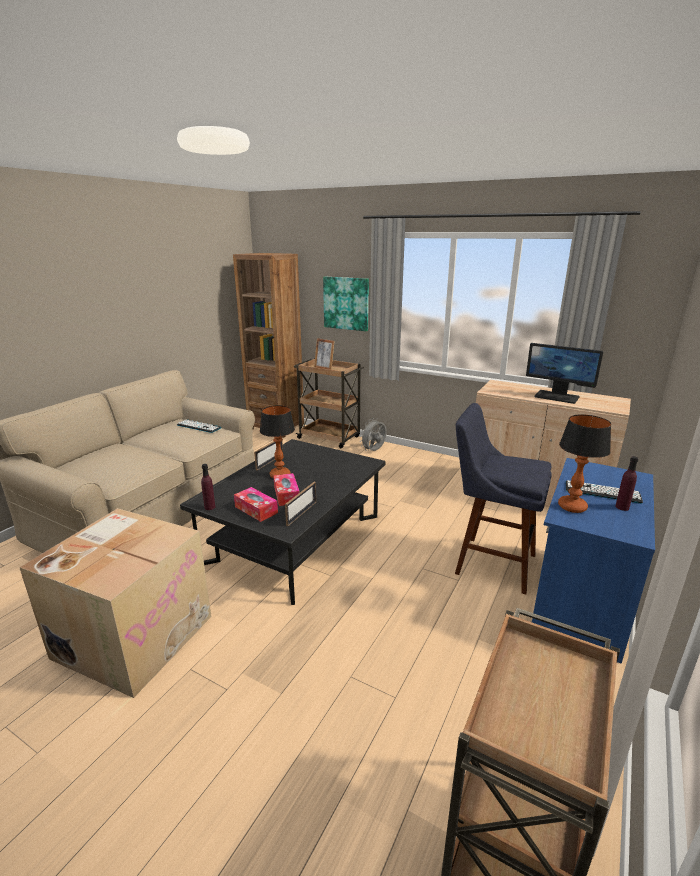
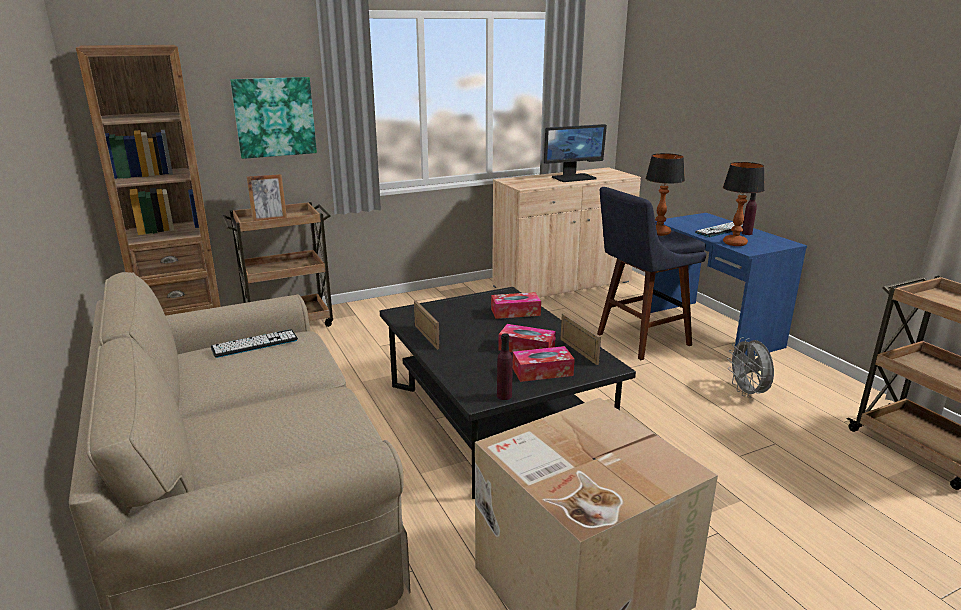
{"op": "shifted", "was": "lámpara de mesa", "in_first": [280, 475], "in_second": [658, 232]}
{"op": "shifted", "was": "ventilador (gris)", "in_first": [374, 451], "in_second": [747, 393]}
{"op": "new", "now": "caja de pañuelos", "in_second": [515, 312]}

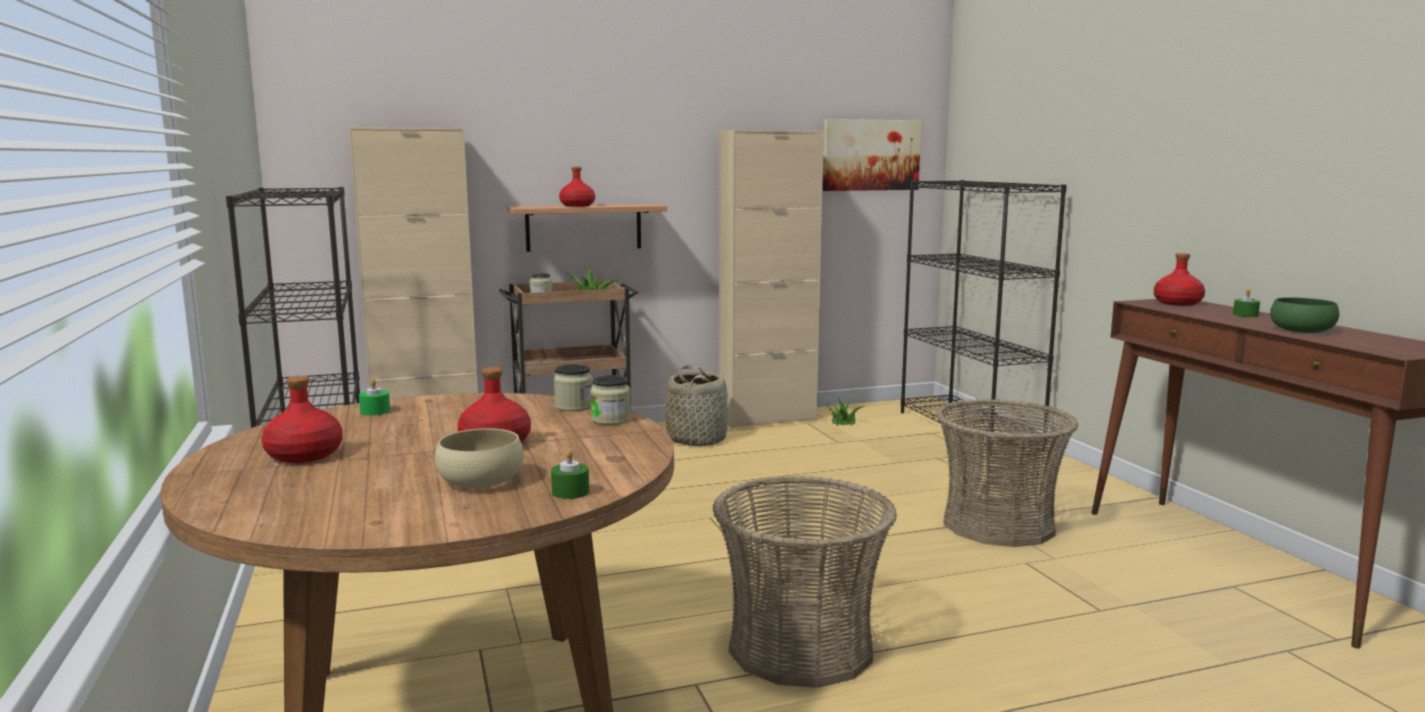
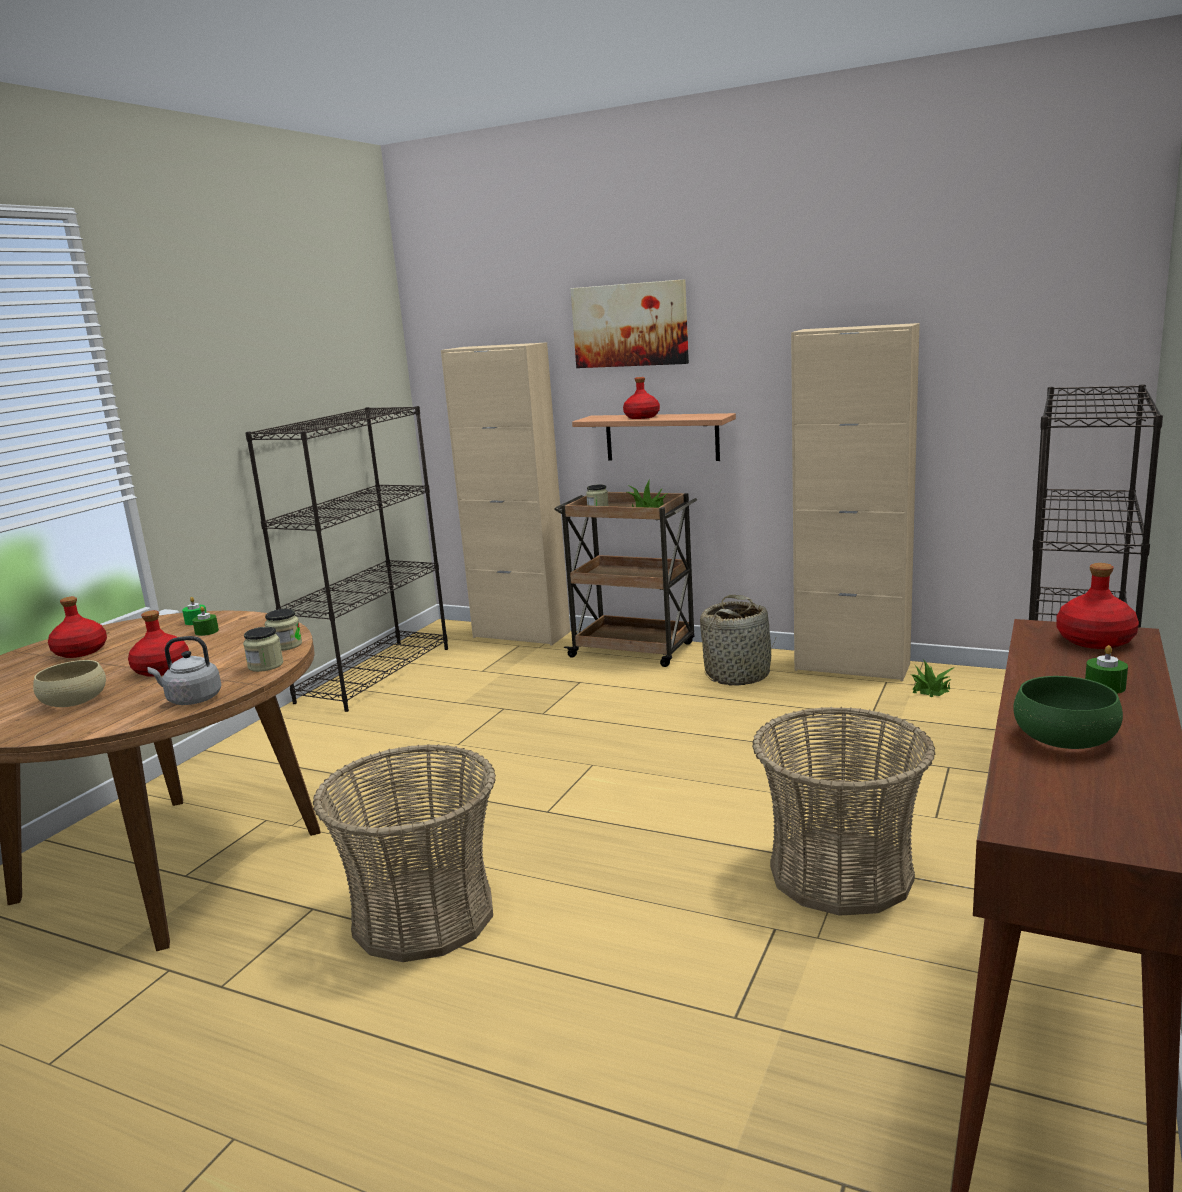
{"op": "shifted", "was": "cuadro", "in_first": [870, 155], "in_second": [630, 325]}
{"op": "shifted", "was": "vela (verde)", "in_first": [570, 492], "in_second": [207, 632]}
{"op": "new", "now": "hervidor (gris)", "in_second": [191, 699]}

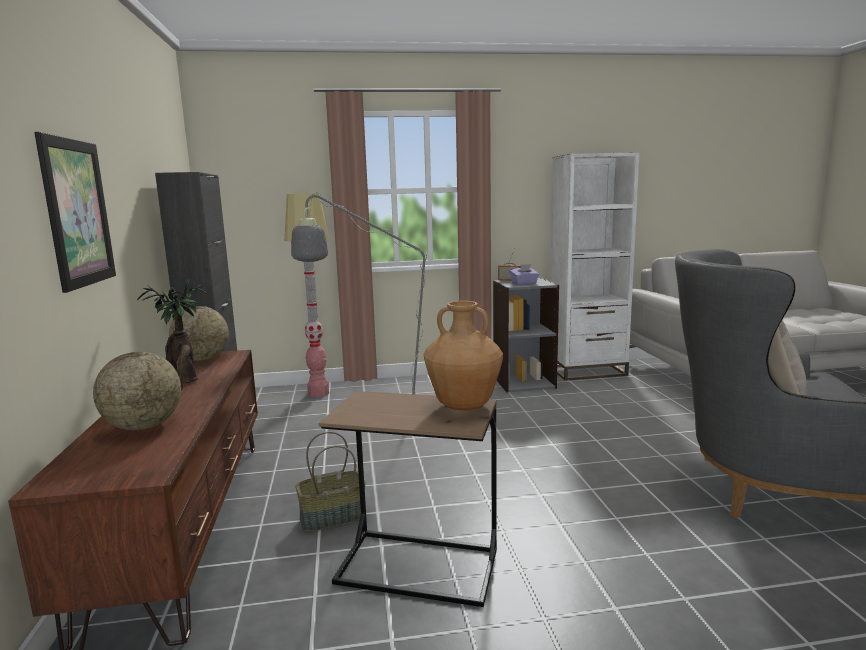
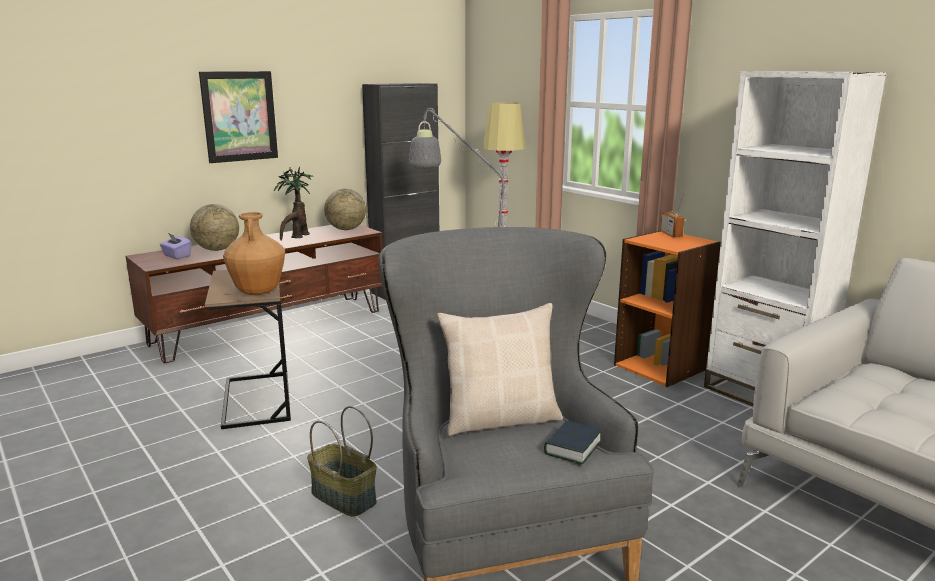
{"op": "shifted", "was": "caja de pañuelos (morado)", "in_first": [524, 283], "in_second": [176, 256]}
{"op": "repainted", "was": "estantería (gris)", "now": "estantería (naranja)", "in_first": [523, 382], "in_second": [660, 367]}
{"op": "shifted", "was": "cesta", "in_first": [332, 518], "in_second": [342, 497]}
{"op": "new", "now": "libro", "in_second": [572, 448]}

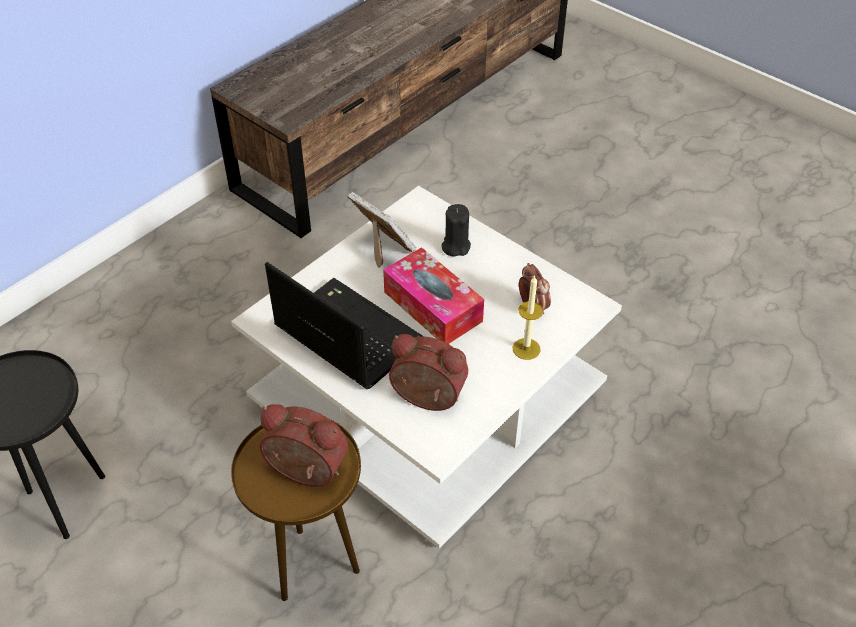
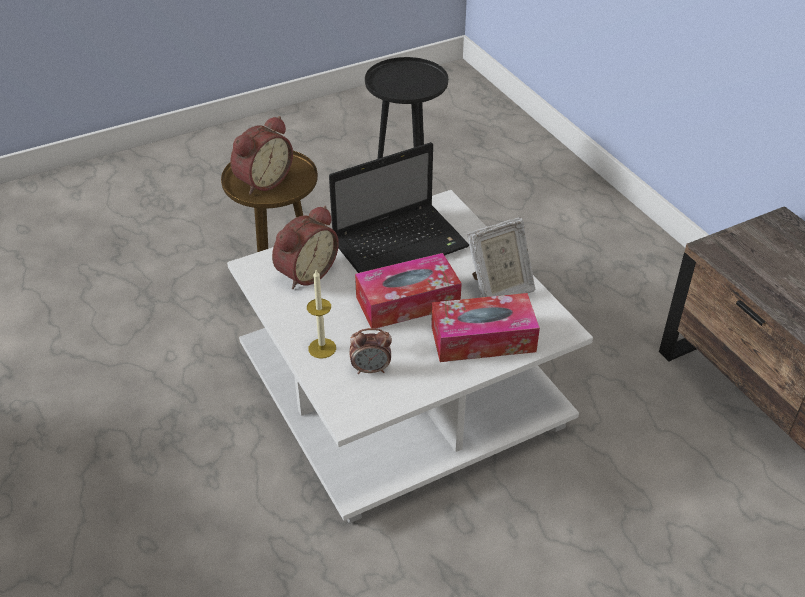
{"op": "swapped", "was": "vela (negro)", "now": "caja de pañuelos", "in_first": [455, 246], "in_second": [483, 339]}

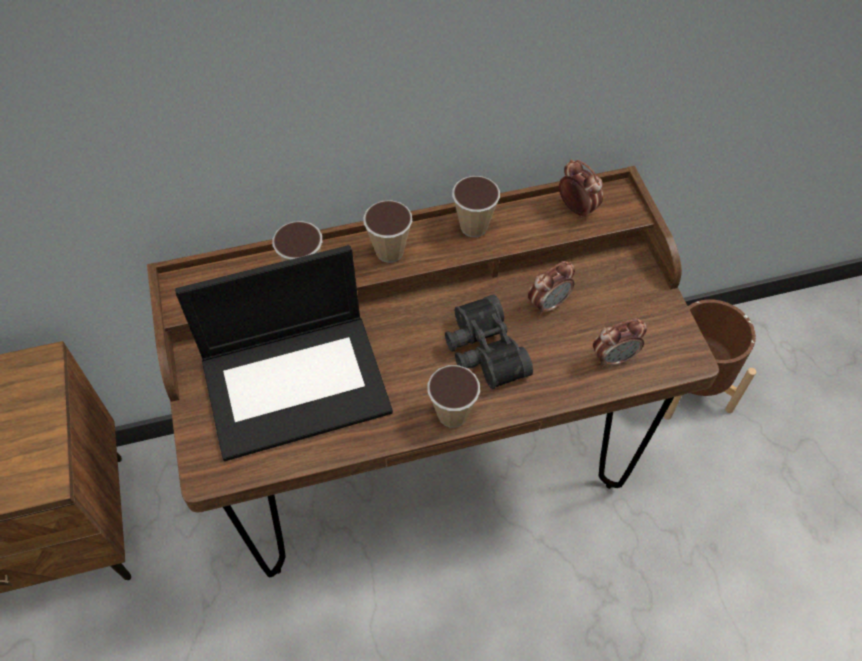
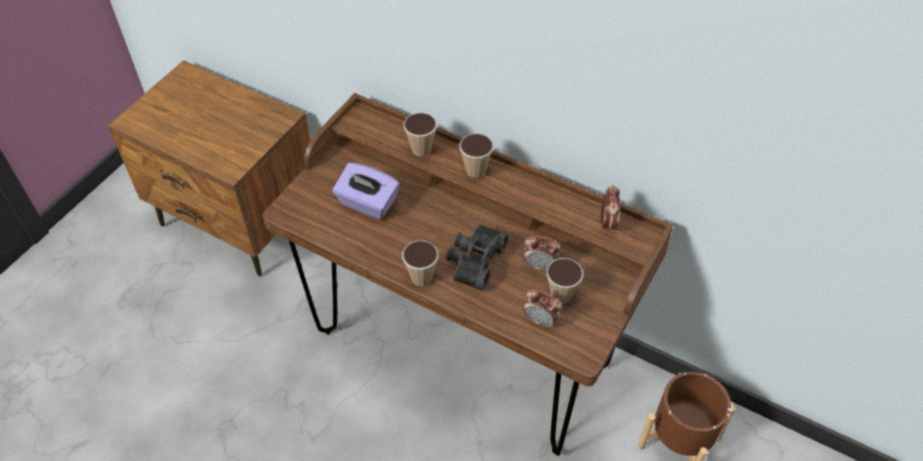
{"op": "shifted", "was": "taza", "in_first": [474, 227], "in_second": [561, 295]}
{"op": "swapped", "was": "portátil", "now": "caja de pañuelos (morado)", "in_first": [297, 383], "in_second": [367, 203]}

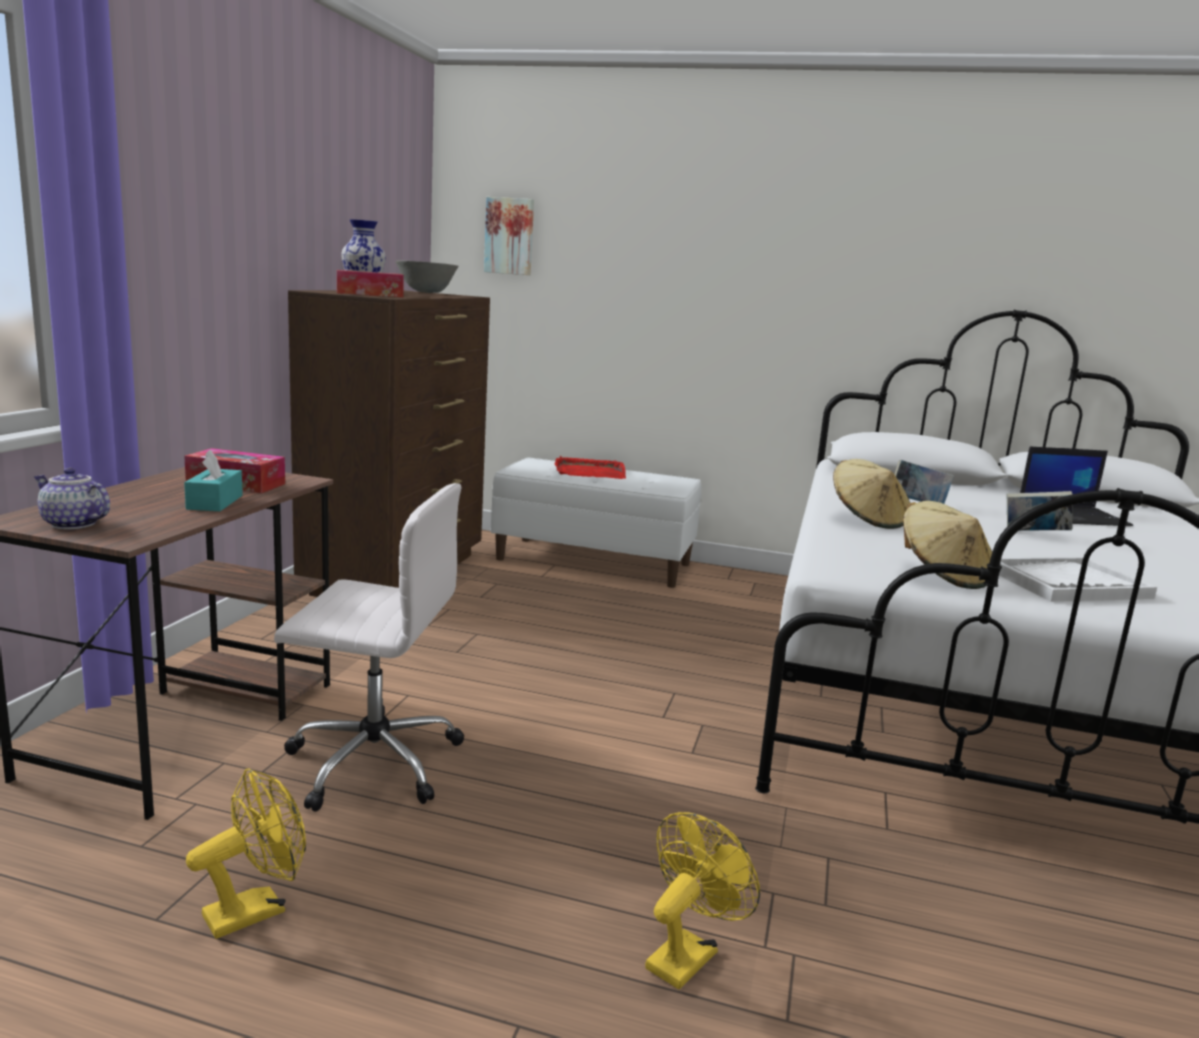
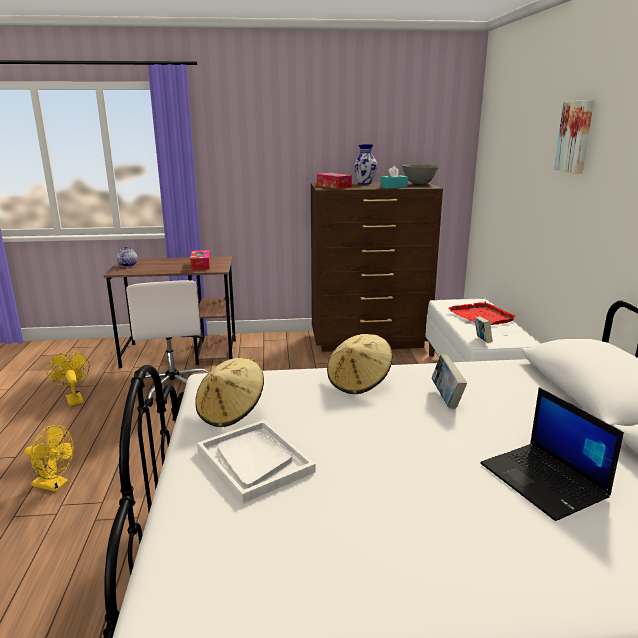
{"op": "shifted", "was": "cuadro", "in_first": [509, 236], "in_second": [576, 137]}
{"op": "shifted", "was": "caja de pañuelos (turquesa)", "in_first": [215, 502], "in_second": [393, 187]}
{"op": "shifted", "was": "libro", "in_first": [1034, 534], "in_second": [482, 341]}
{"op": "rotated", "was": "ventilador (amarillo)", "in_first": [256, 909], "in_second": [73, 398], "clockwise": -150}

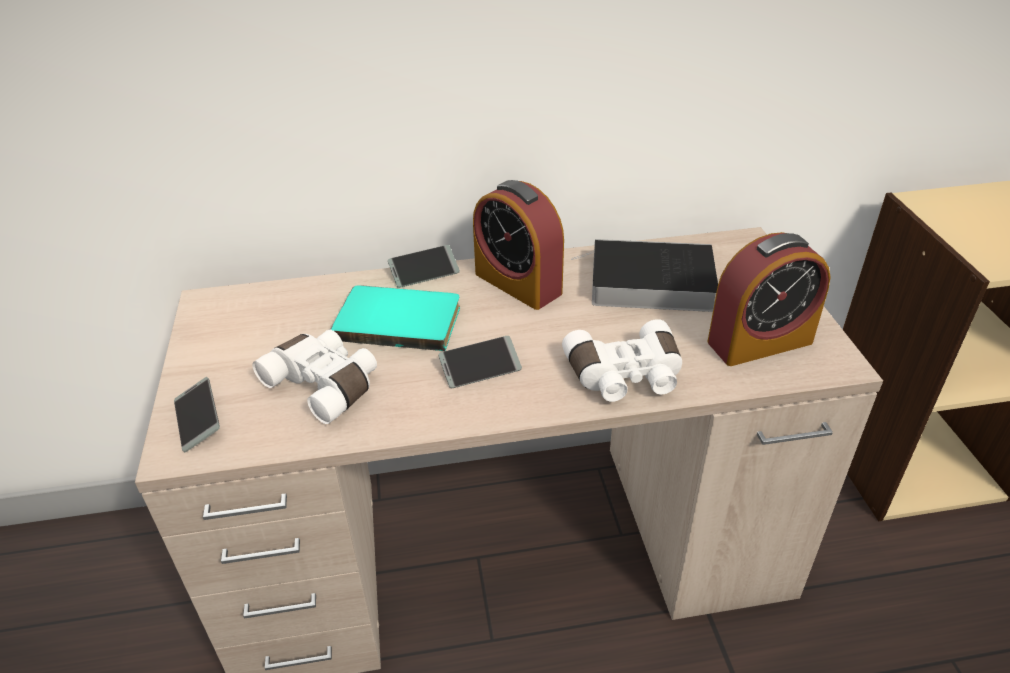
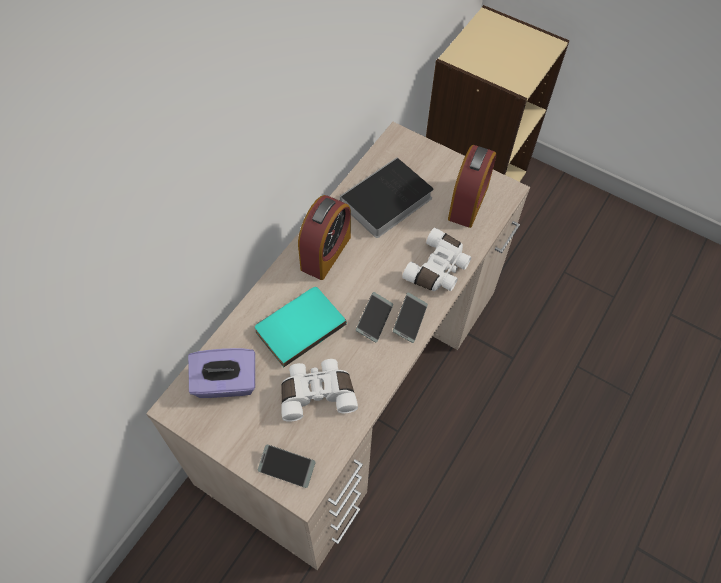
{"op": "rotated", "was": "despertador", "in_first": [518, 283], "in_second": [325, 253], "clockwise": -60}
{"op": "shifted", "was": "móvil", "in_first": [424, 272], "in_second": [410, 320]}
{"op": "new", "now": "caja de pañuelos (morado)", "in_second": [226, 383]}

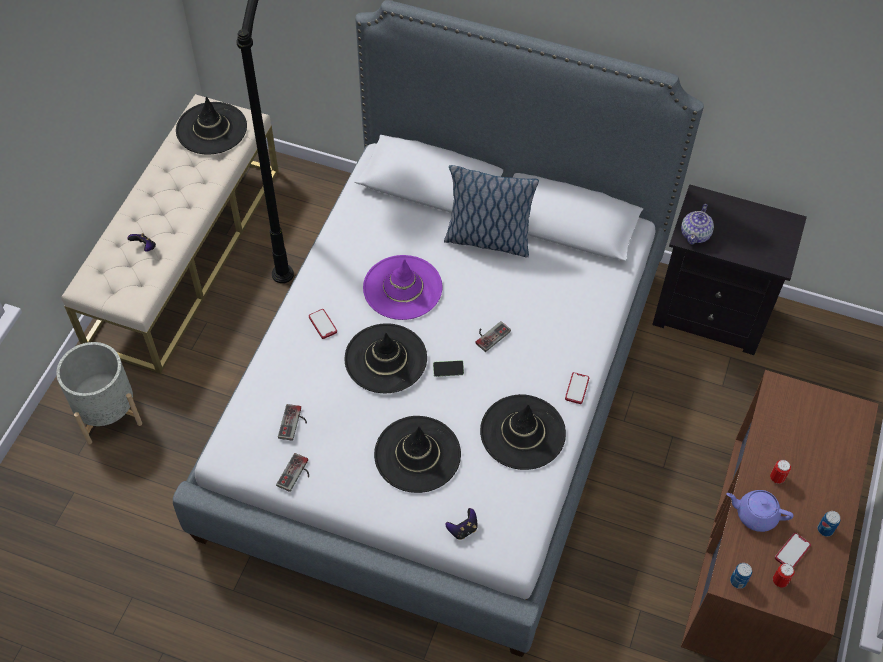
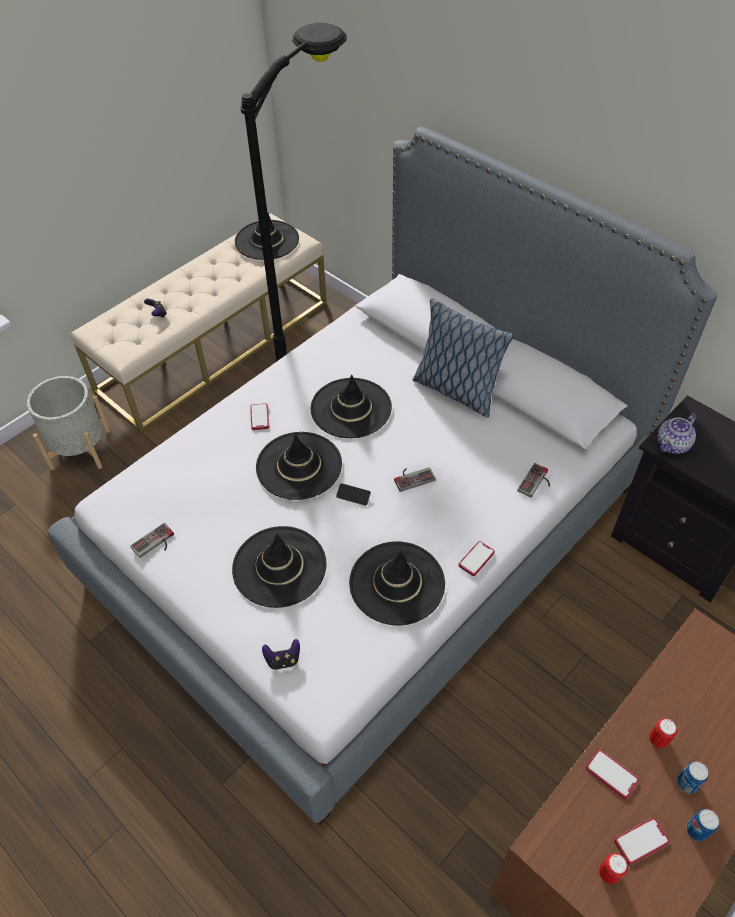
{"op": "repainted", "was": "sombrero (morado)", "now": "sombrero (negro)", "in_first": [402, 287], "in_second": [351, 408]}
{"op": "shifted", "was": "mando de consola", "in_first": [294, 423], "in_second": [537, 483]}
{"op": "swapped", "was": "tetera (morado)", "now": "móvil", "in_first": [755, 515], "in_second": [611, 774]}
{"op": "shifted", "was": "lata", "in_first": [738, 581], "in_second": [687, 783]}

